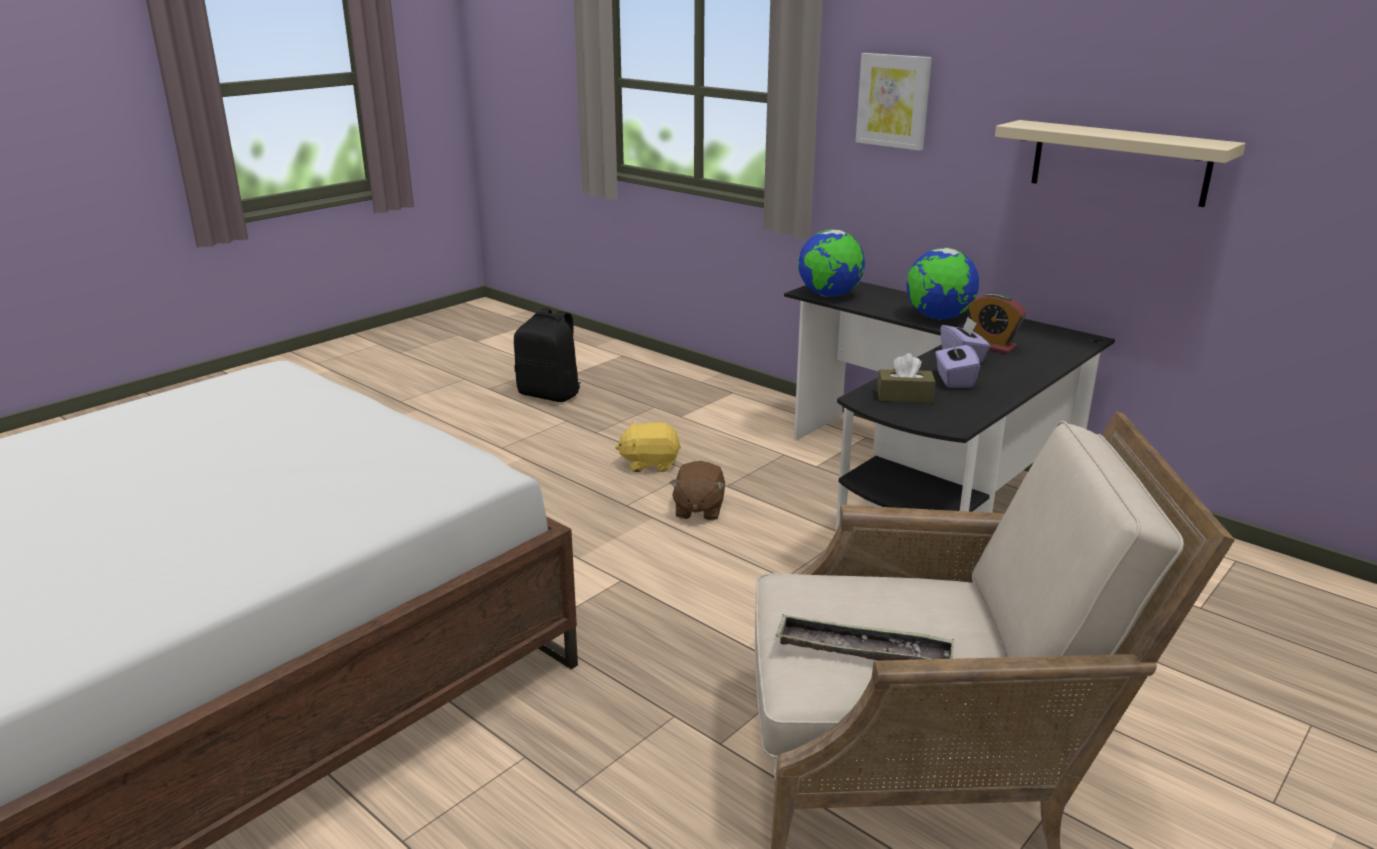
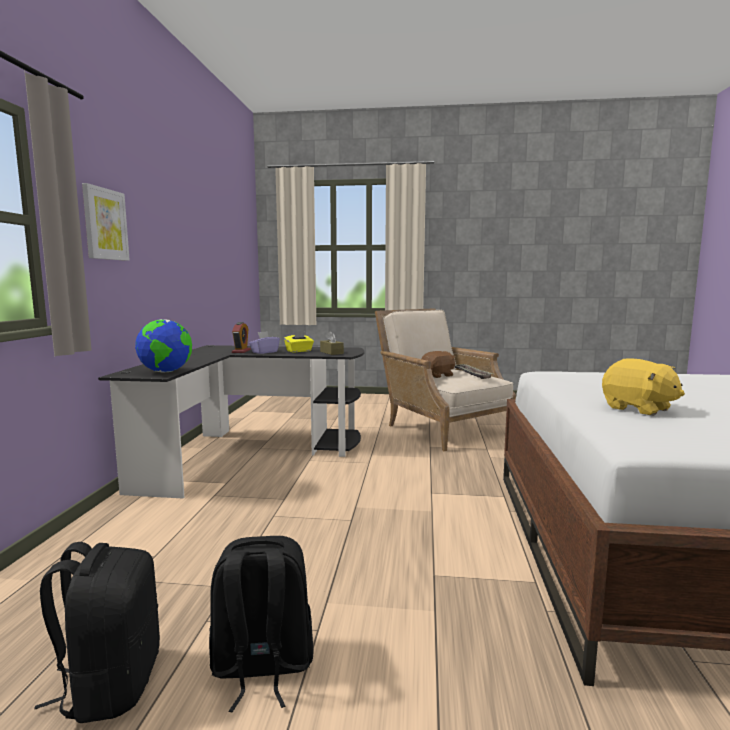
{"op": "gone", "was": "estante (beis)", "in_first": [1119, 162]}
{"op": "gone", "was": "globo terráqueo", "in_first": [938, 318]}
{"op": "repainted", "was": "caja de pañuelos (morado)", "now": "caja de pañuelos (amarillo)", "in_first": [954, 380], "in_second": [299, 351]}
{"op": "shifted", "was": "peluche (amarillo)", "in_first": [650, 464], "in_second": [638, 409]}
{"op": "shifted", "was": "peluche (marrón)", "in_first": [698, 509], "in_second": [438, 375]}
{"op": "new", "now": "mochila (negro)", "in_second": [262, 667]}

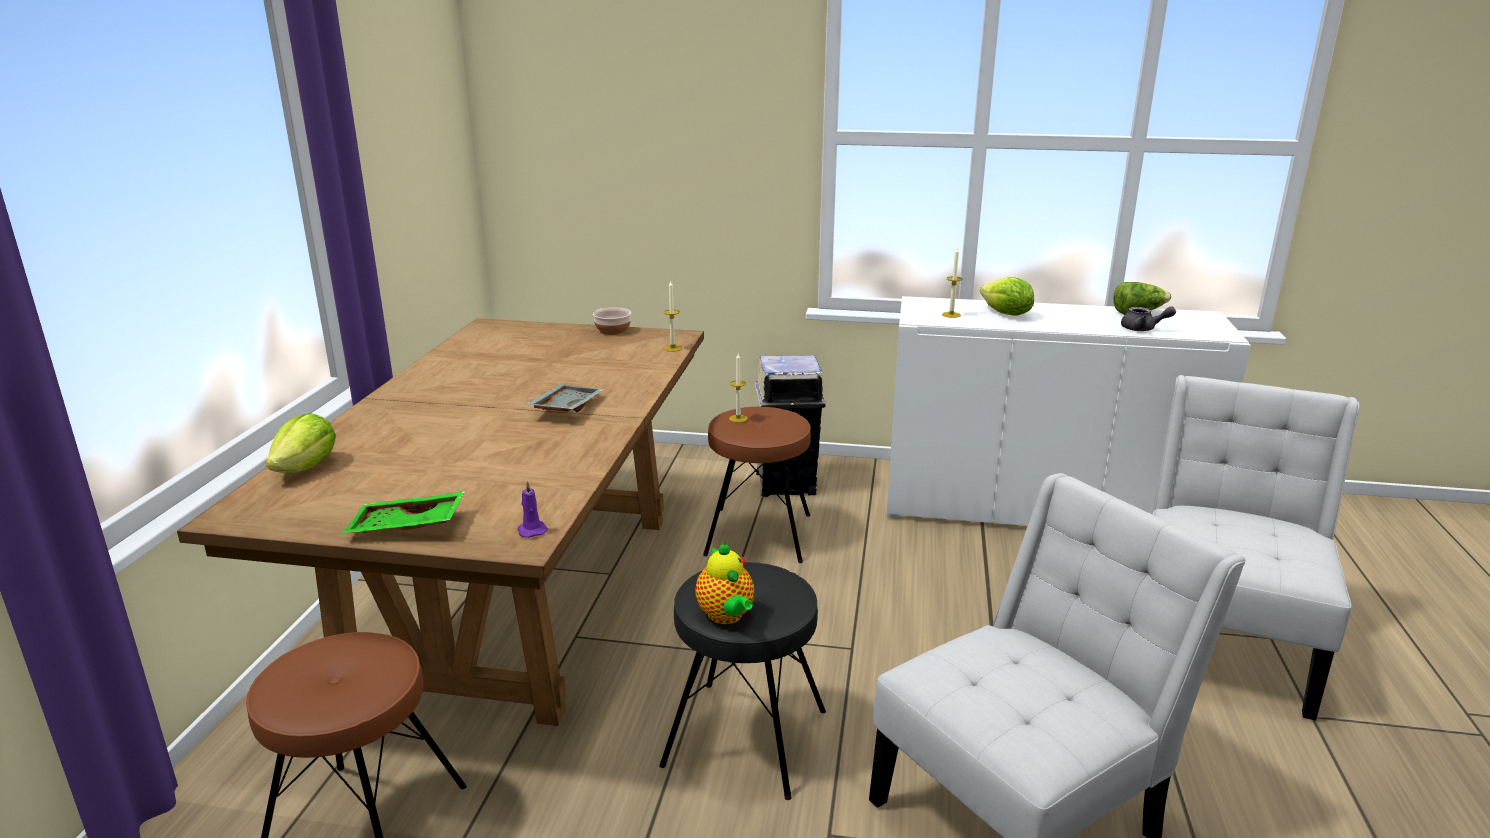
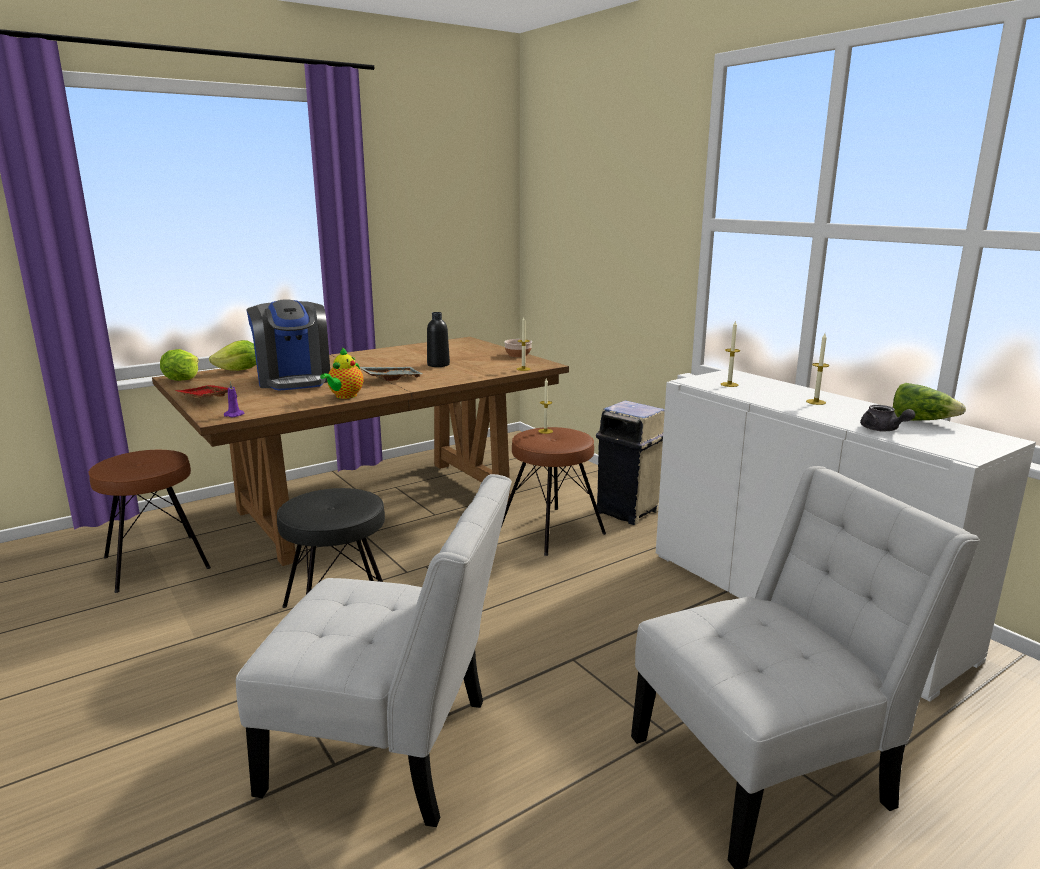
{"op": "shifted", "was": "lechuga", "in_first": [1006, 314], "in_second": [182, 379]}
{"op": "repainted", "was": "bandeja (verde)", "now": "bandeja (rojo)", "in_first": [406, 527], "in_second": [205, 399]}
{"op": "shifted", "was": "tetera", "in_first": [726, 616], "in_second": [344, 396]}
{"op": "new", "now": "cafetera", "in_second": [294, 380]}
{"op": "new", "now": "botella (negro)", "in_second": [438, 365]}
{"op": "new", "now": "vela", "in_second": [815, 402]}

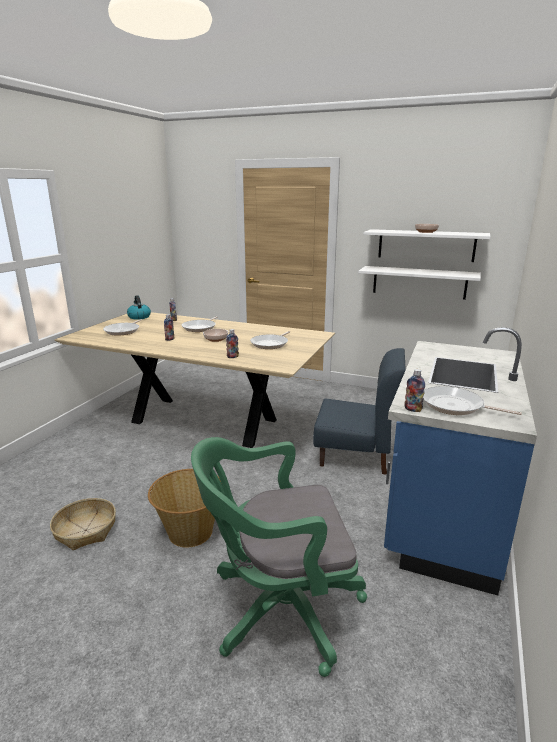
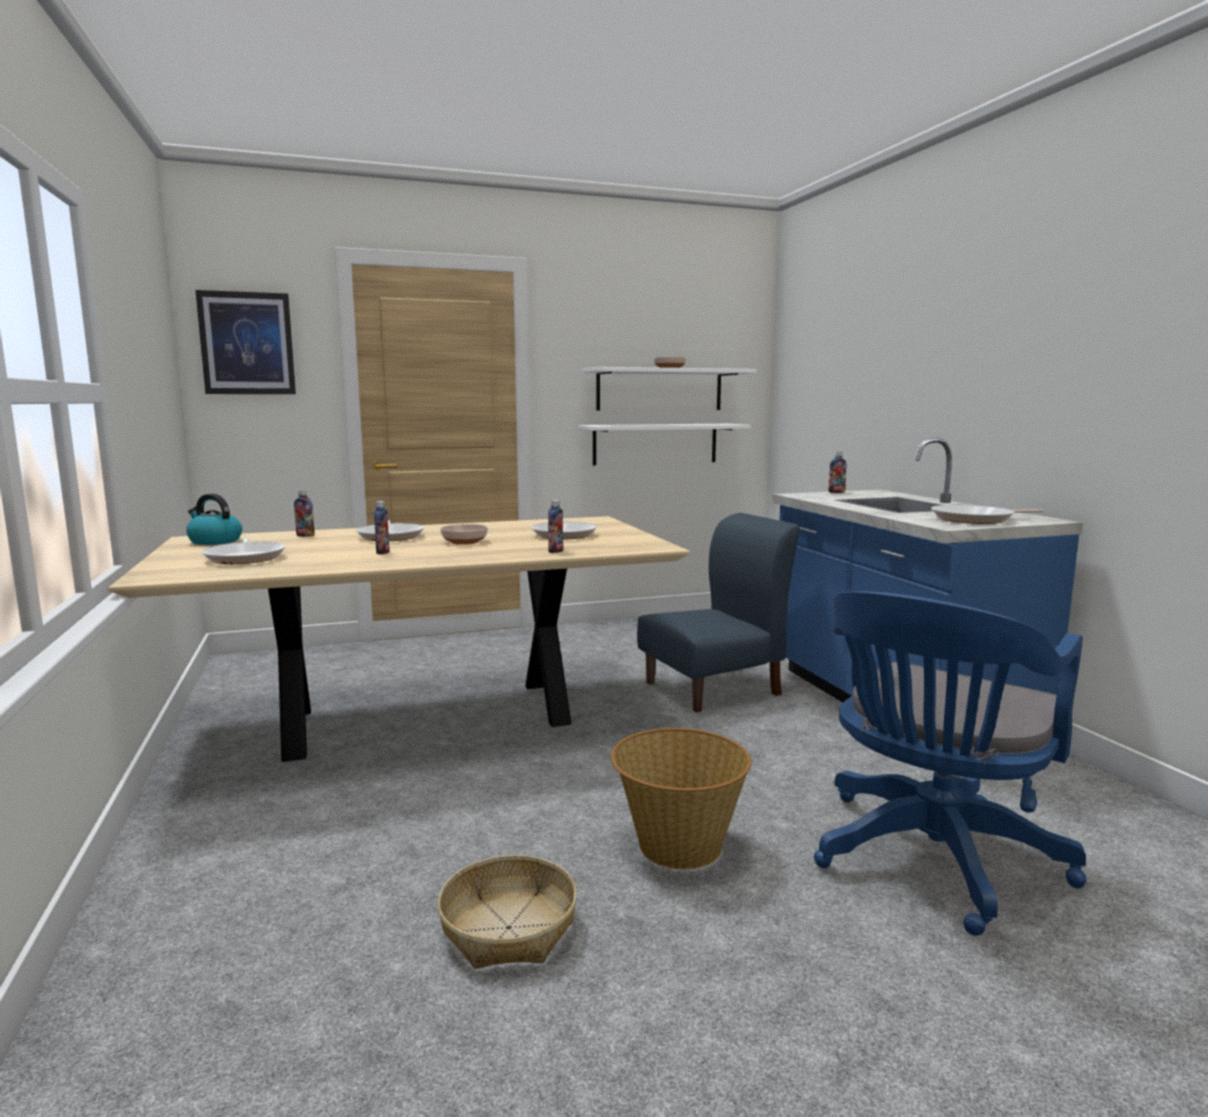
{"op": "shifted", "was": "botella", "in_first": [413, 409], "in_second": [836, 492]}
{"op": "repainted", "was": "silla de oficina (verde)", "now": "silla de oficina (azul)", "in_first": [278, 608], "in_second": [930, 861]}
{"op": "new", "now": "cuadro", "in_second": [247, 343]}

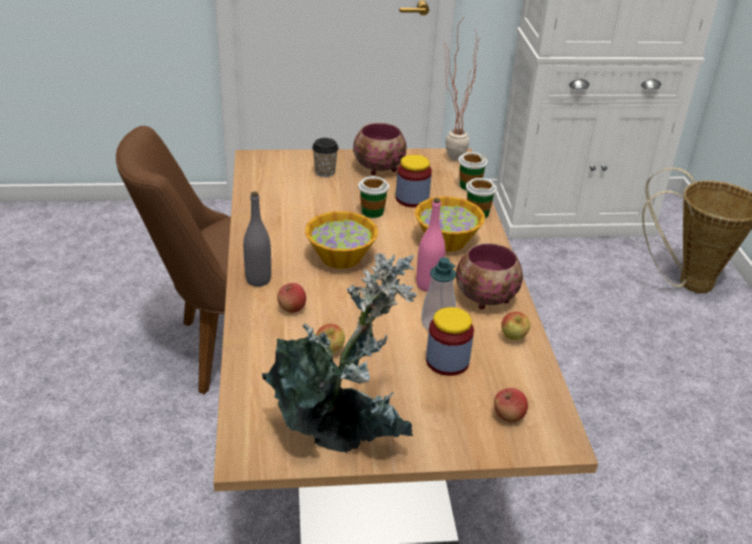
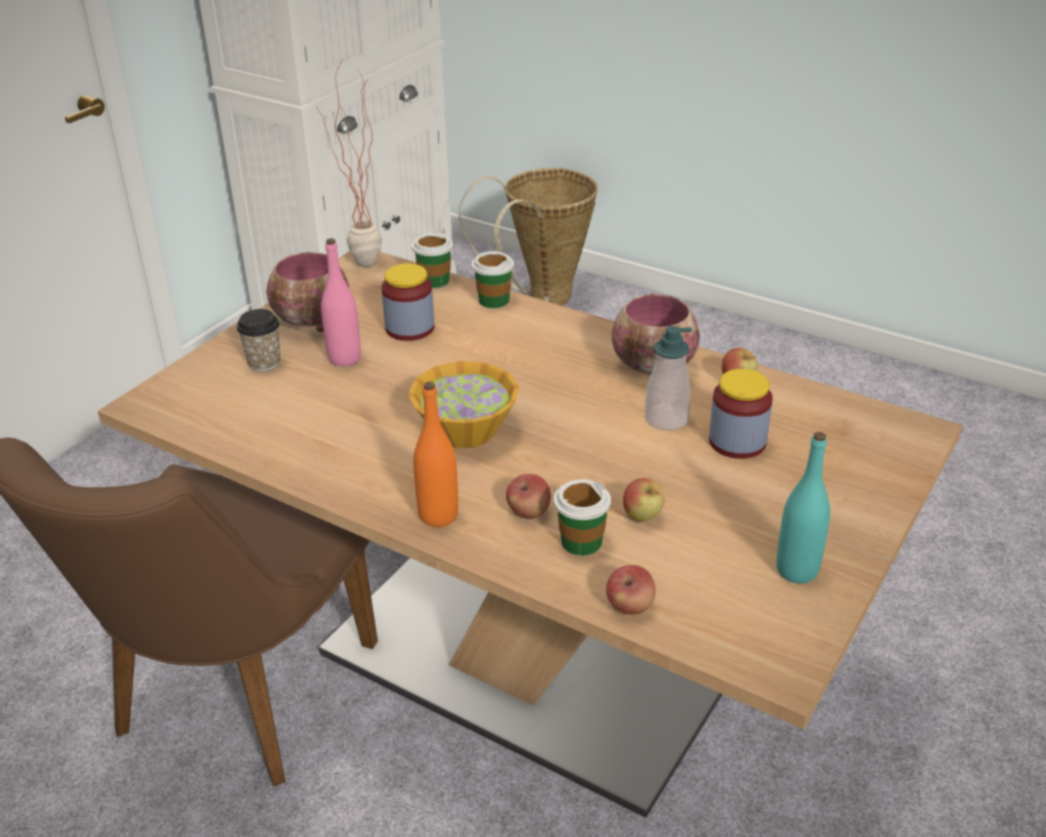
{"op": "shifted", "was": "taza", "in_first": [372, 212], "in_second": [581, 542]}
{"op": "repainted", "was": "botella (gris)", "now": "botella (naranja)", "in_first": [258, 280], "in_second": [438, 515]}
{"op": "gone", "was": "cuenco", "in_first": [447, 240]}
{"op": "shifted", "was": "botella (rosa)", "in_first": [428, 285], "in_second": [344, 358]}
{"op": "swapped", "was": "planta en maceta", "now": "botella (turquesa)", "in_first": [342, 433], "in_second": [797, 570]}
{"op": "shifted", "was": "manzana", "in_first": [508, 416], "in_second": [630, 606]}

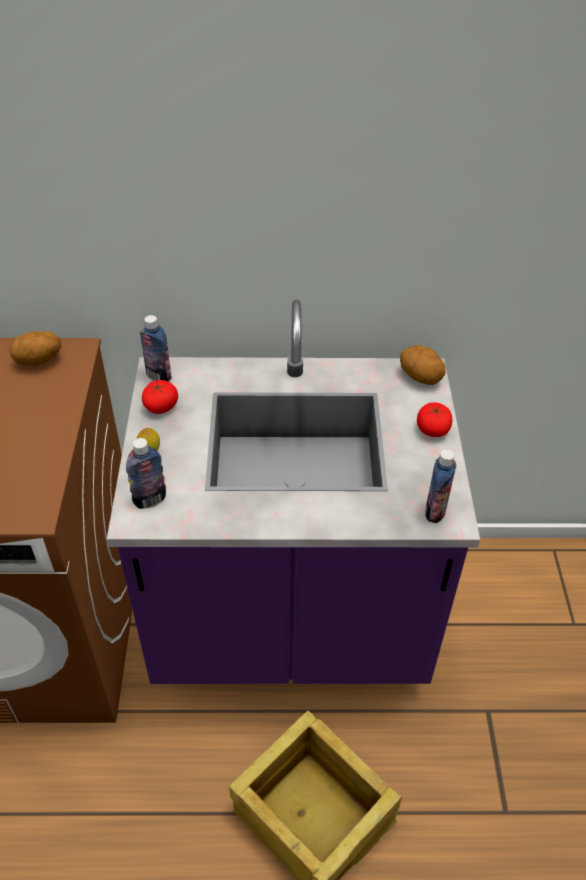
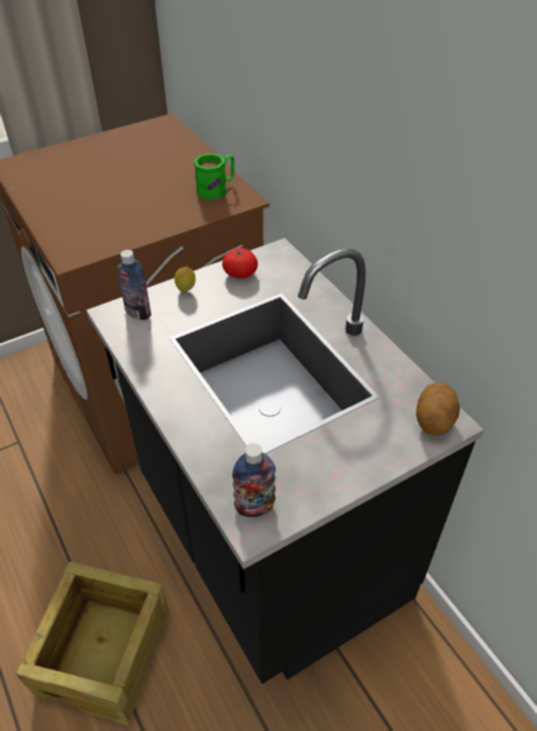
{"op": "repainted", "was": "mueble bajo de cocina (morado)", "now": "mueble bajo de cocina (negro)", "in_first": [290, 622], "in_second": [268, 541]}
{"op": "gone", "was": "botella", "in_first": [159, 376]}
{"op": "swapped", "was": "patata", "now": "taza grande (verde)", "in_first": [39, 362], "in_second": [217, 189]}
{"op": "gone", "was": "tomate", "in_first": [432, 429]}

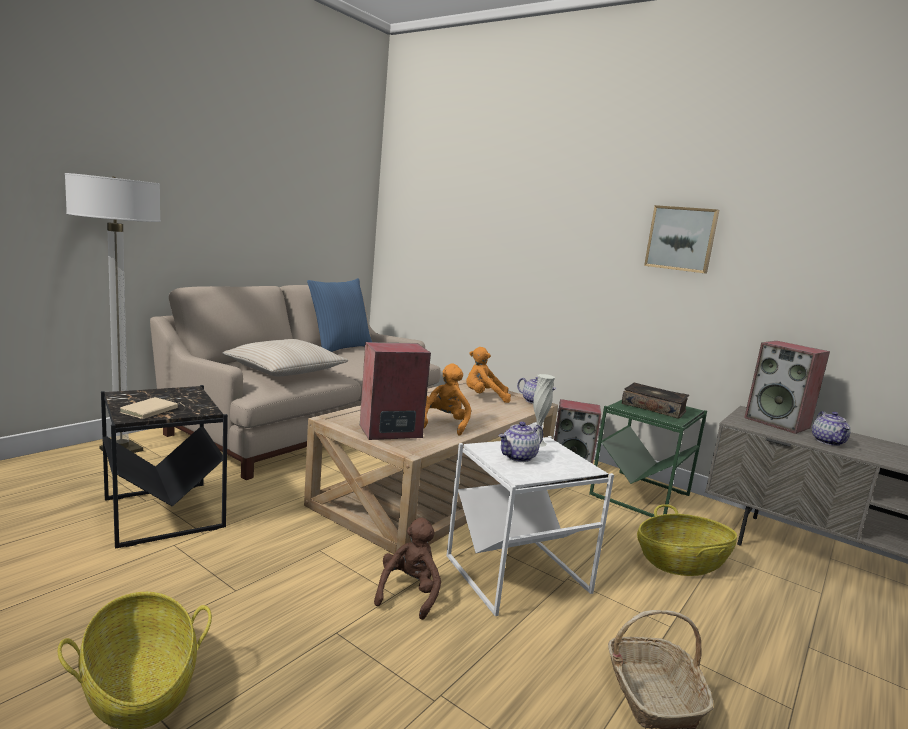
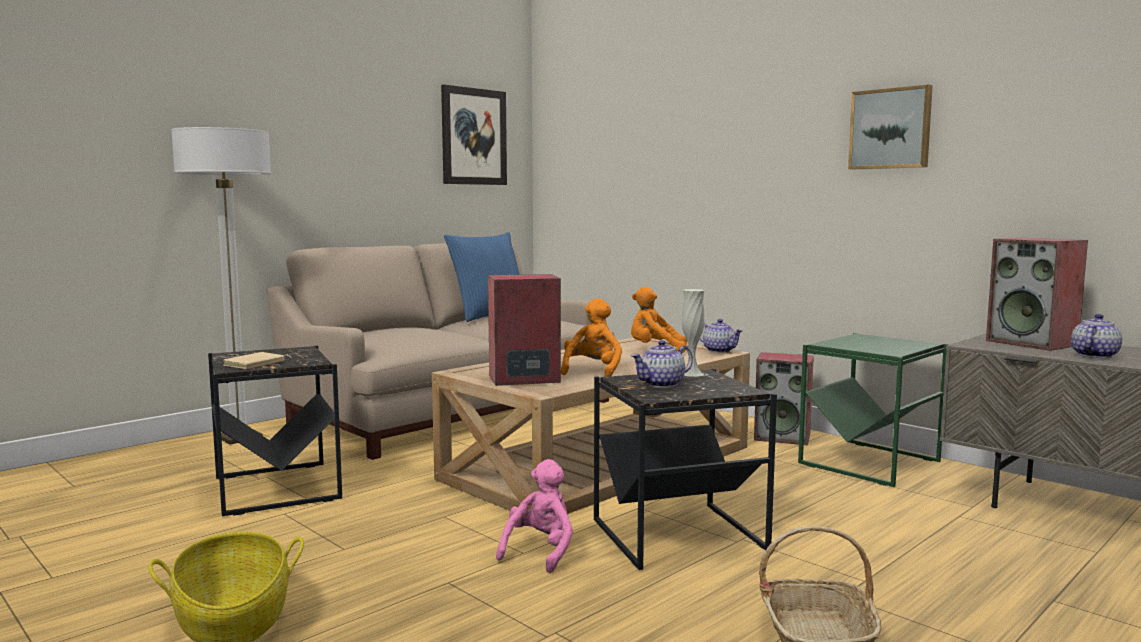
{"op": "gone", "was": "cojín (beis)", "in_first": [285, 370]}
{"op": "gone", "was": "libro", "in_first": [653, 408]}
{"op": "rotated", "was": "tetera", "in_first": [828, 442], "in_second": [1094, 355], "clockwise": -150}
{"op": "repainted", "was": "mesa auxiliar (blanco)", "now": "mesa auxiliar (negro)", "in_first": [518, 575], "in_second": [680, 536]}
{"op": "gone", "was": "cesta", "in_first": [681, 562]}
{"op": "repainted", "was": "peluche (marrón)", "now": "peluche (rosa)", "in_first": [409, 593], "in_second": [540, 551]}
{"op": "new", "now": "cuadro", "in_second": [474, 137]}

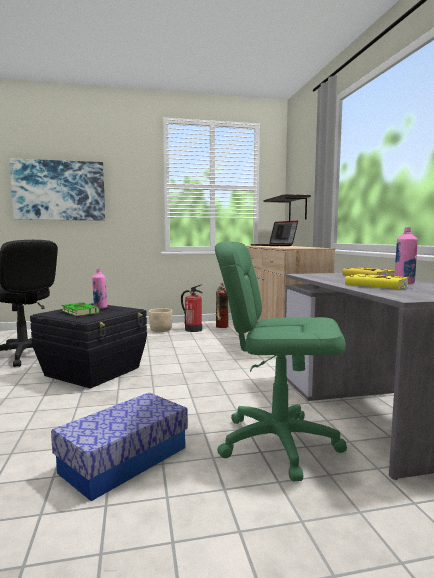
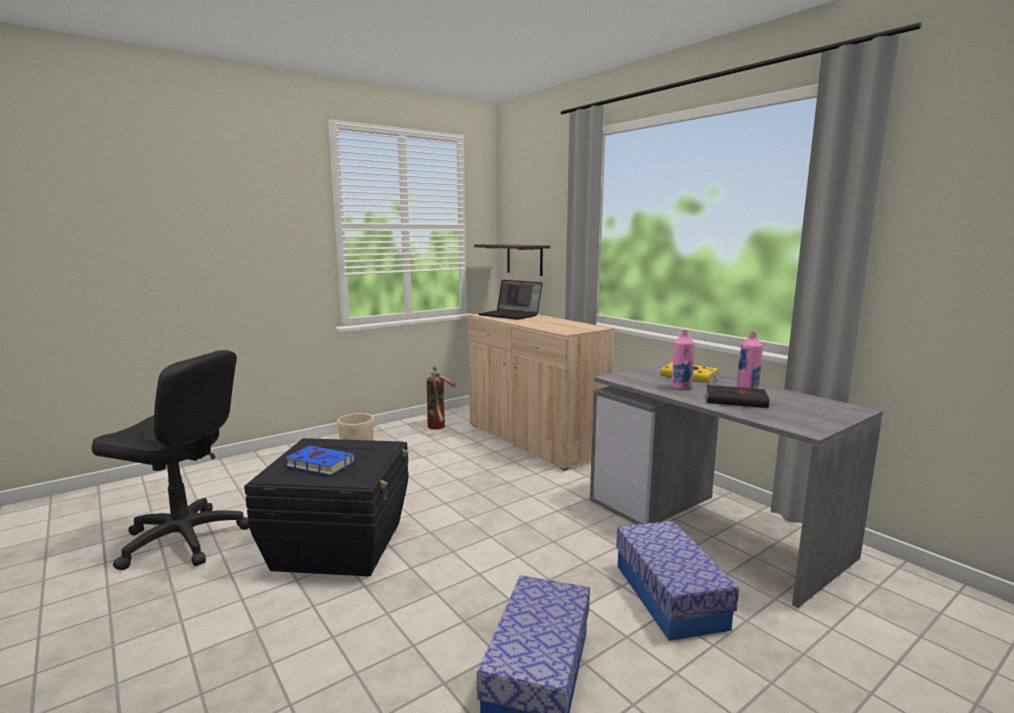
{"op": "gone", "was": "cuadro", "in_first": [59, 190]}
{"op": "swapped", "was": "silla de oficina (verde)", "now": "caja de almacenaje", "in_first": [278, 442], "in_second": [669, 595]}
{"op": "shifted", "was": "botella (rosa)", "in_first": [100, 308], "in_second": [681, 387]}
{"op": "repainted", "was": "libro (amarillo)", "now": "libro (negro)", "in_first": [378, 285], "in_second": [738, 401]}
{"op": "gone", "was": "extintor", "in_first": [193, 329]}
{"op": "repainted", "was": "libro (verde)", "now": "libro (azul)", "in_first": [79, 312], "in_second": [318, 464]}

